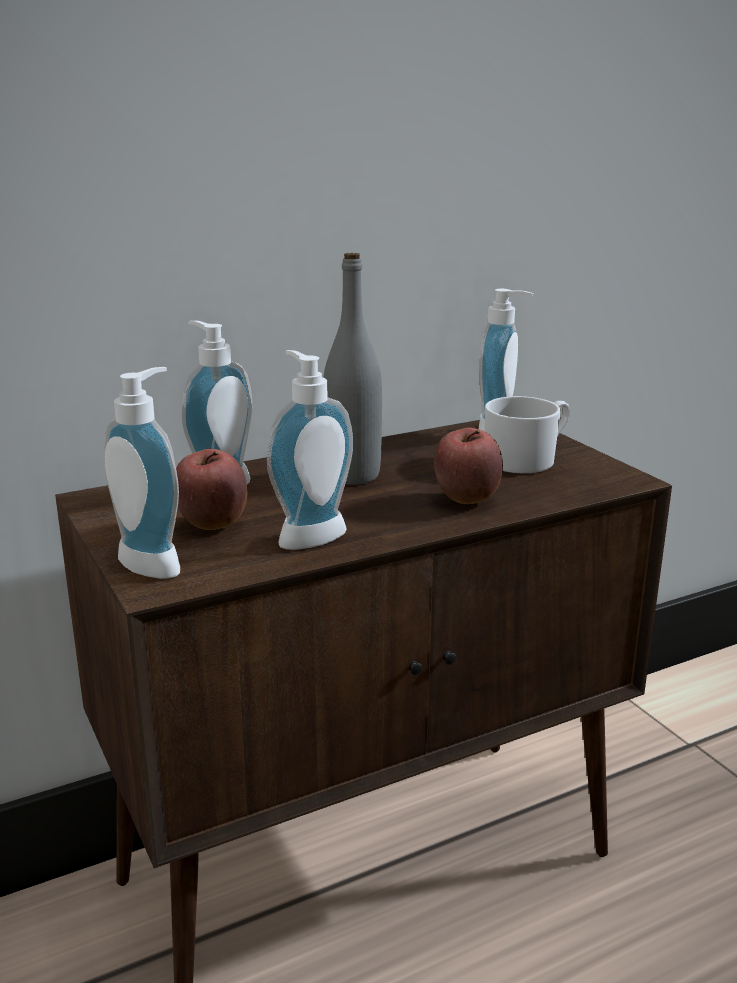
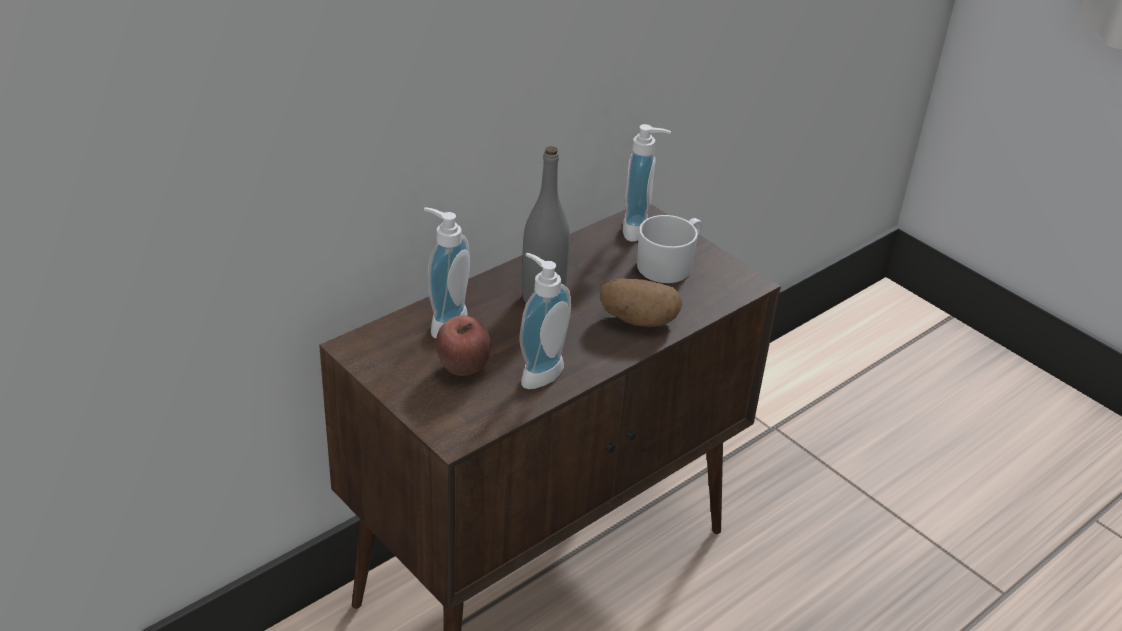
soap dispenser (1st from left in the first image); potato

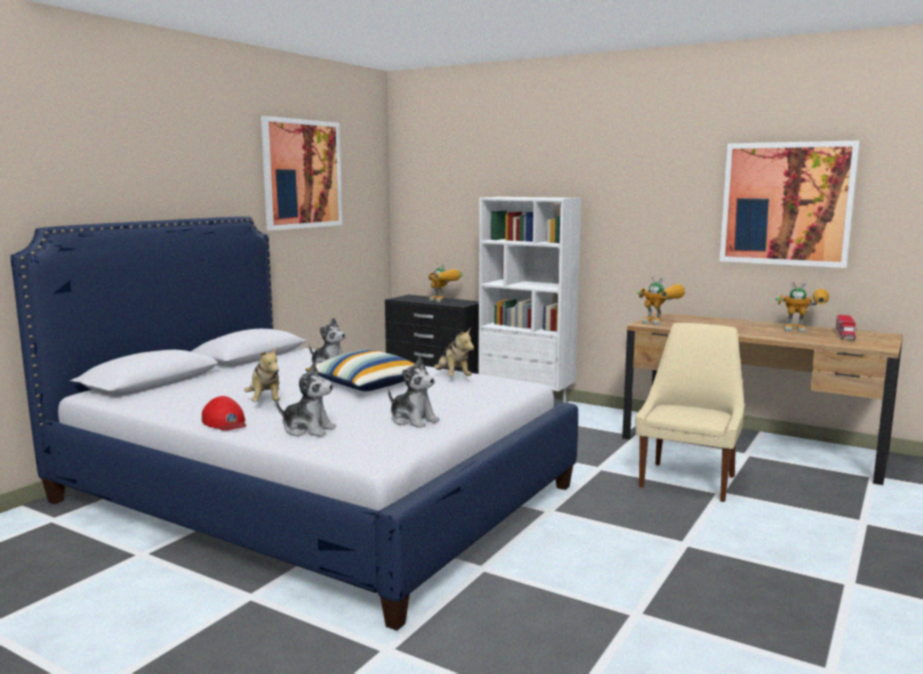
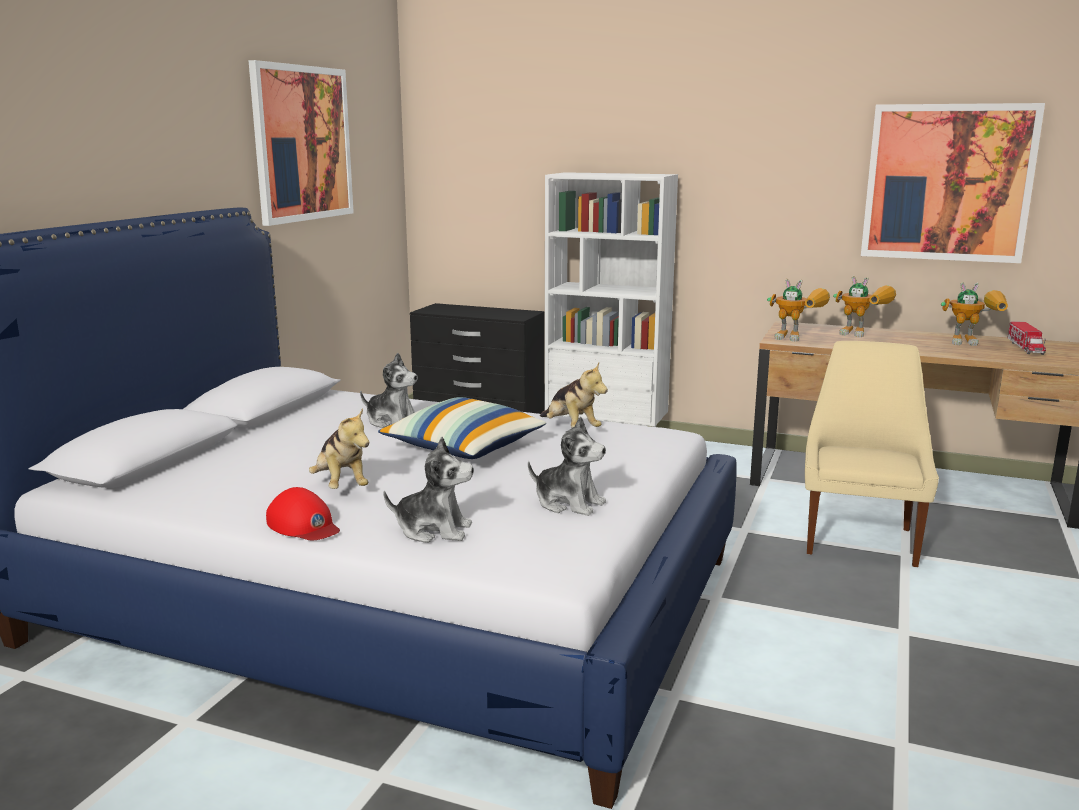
toy robot (2nd from left)

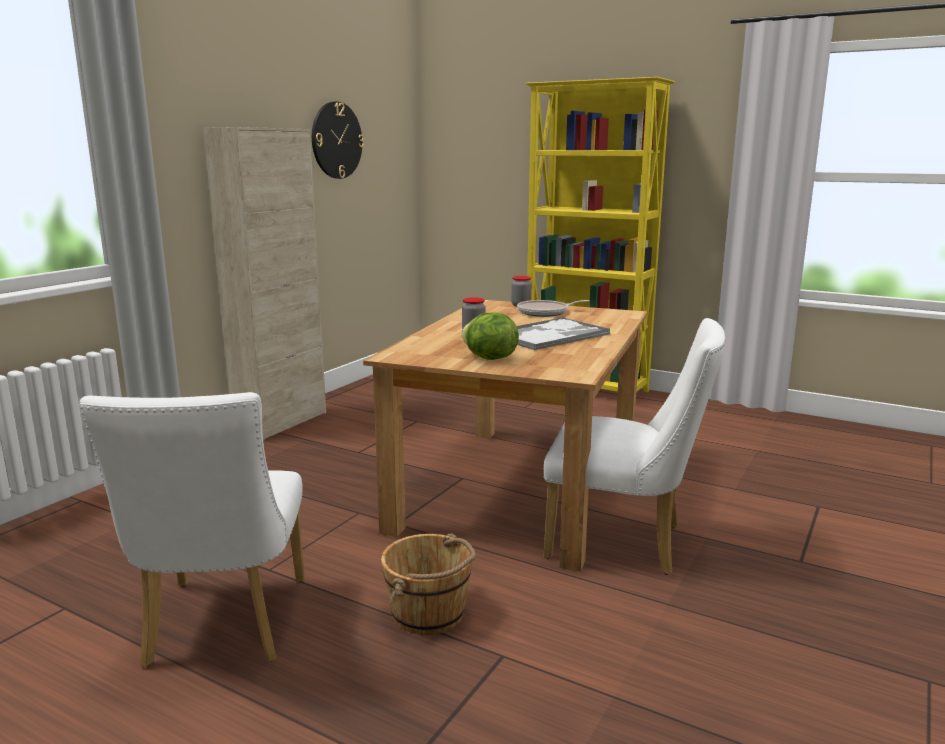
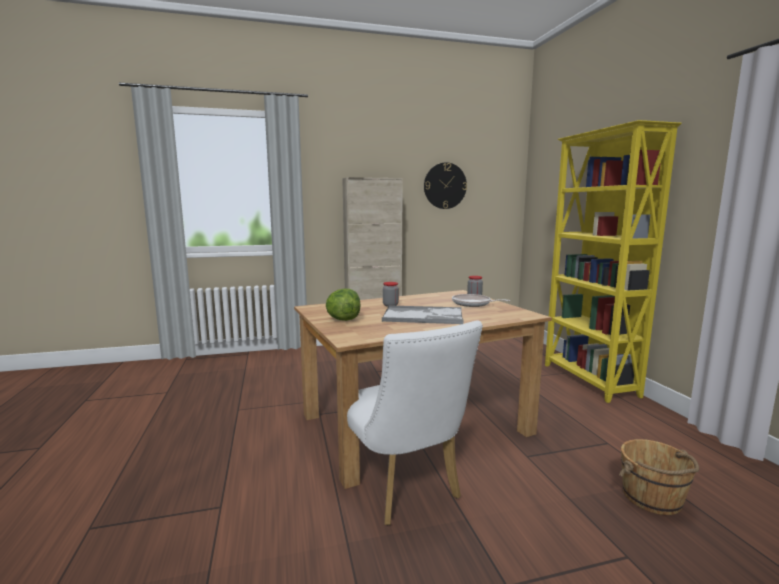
chair (white) (1st from left in the first image); bucket (brown)

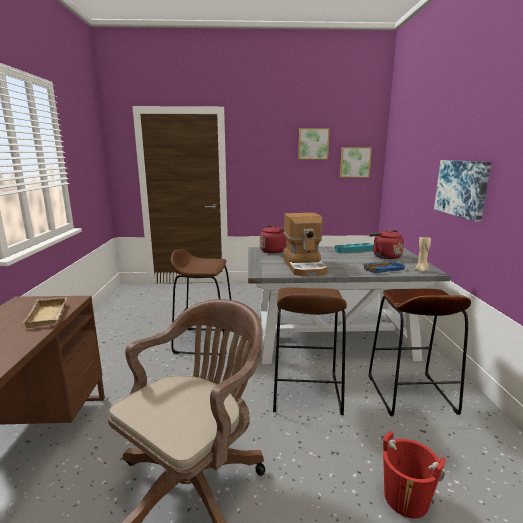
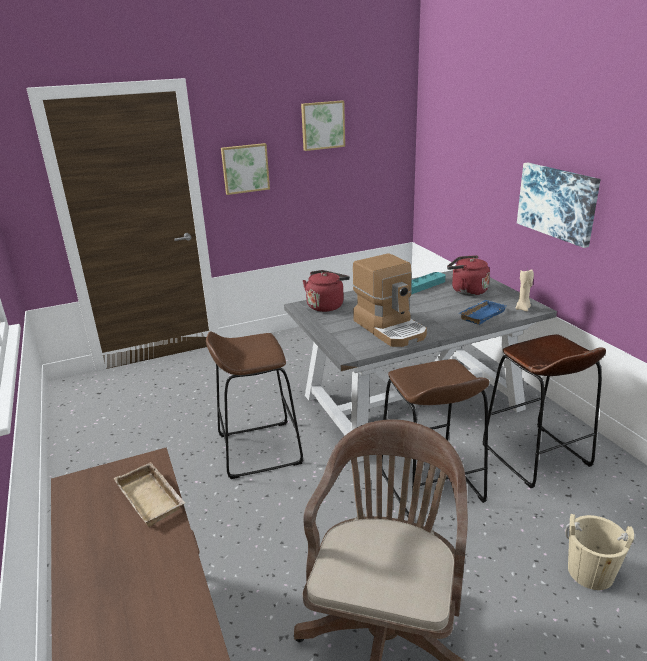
picture (1st from left); bucket (beige)

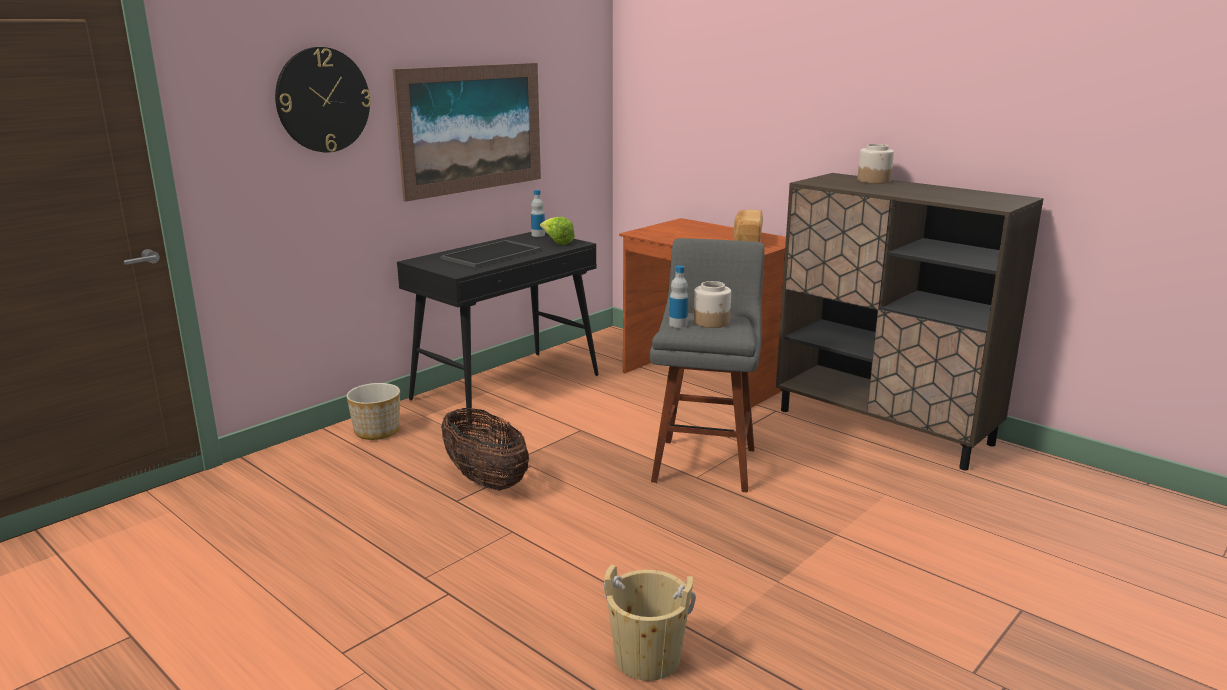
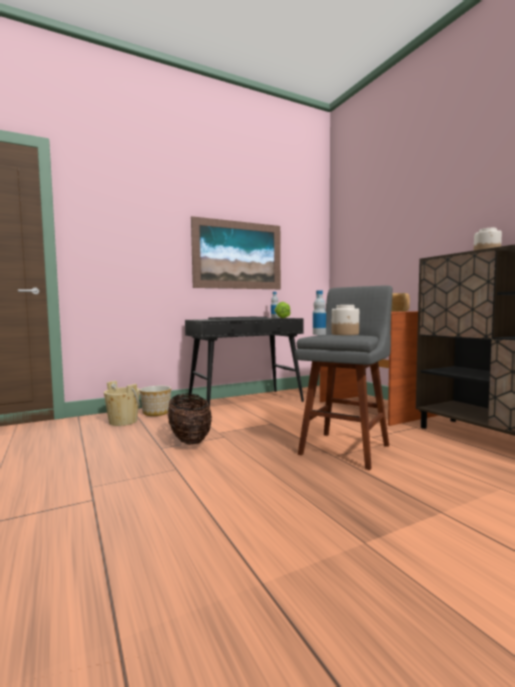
wall clock; bucket (beige)

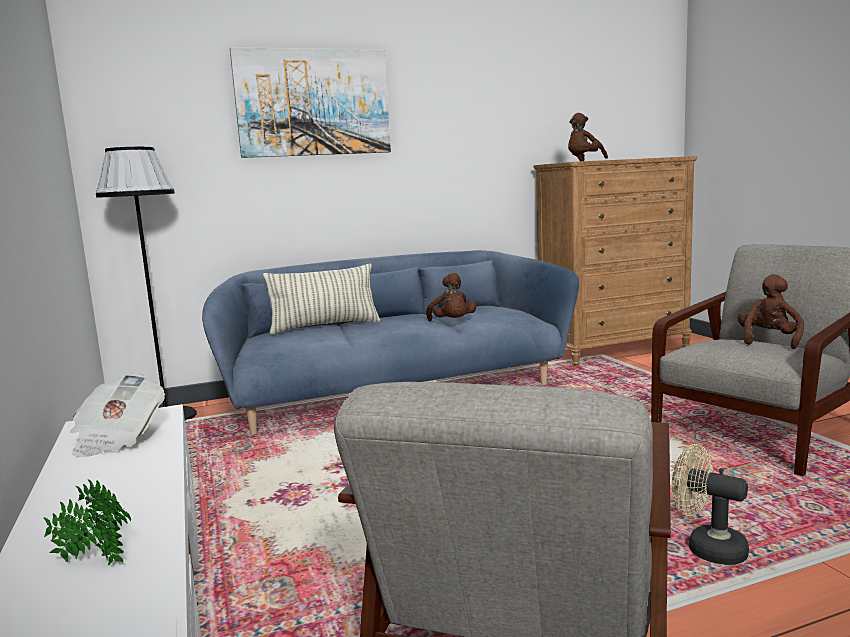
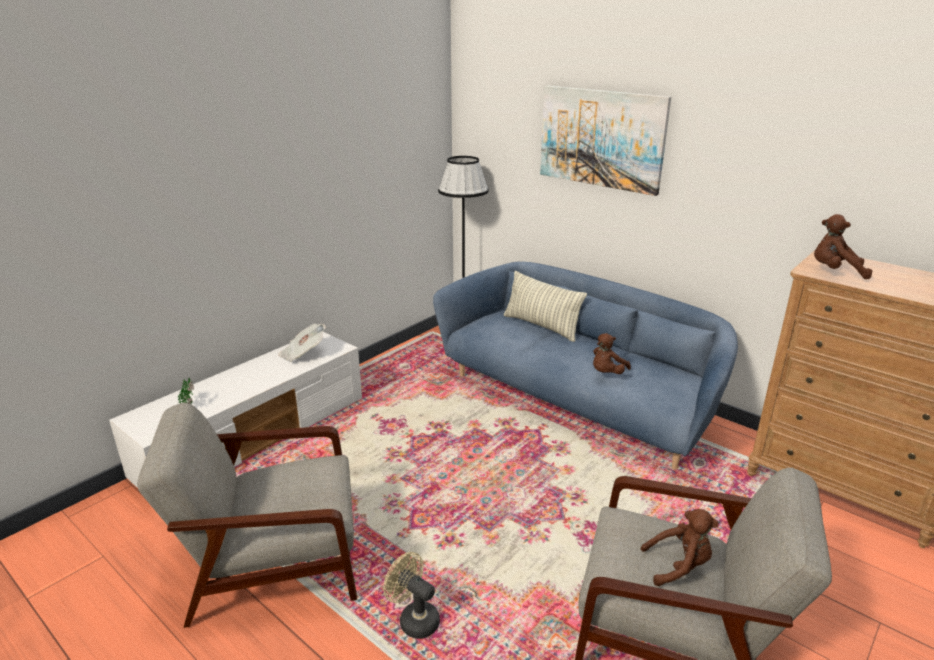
fan (beige)

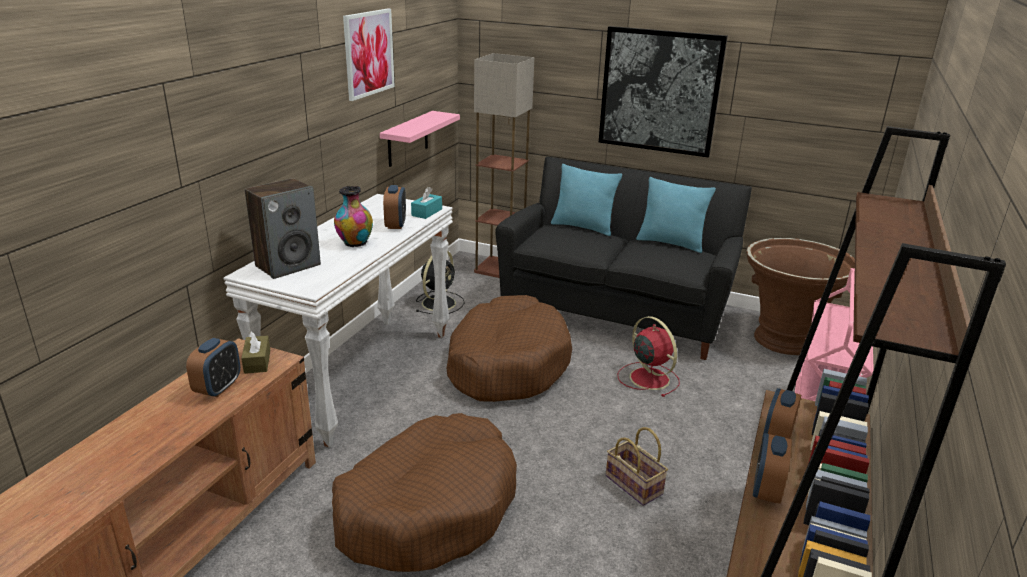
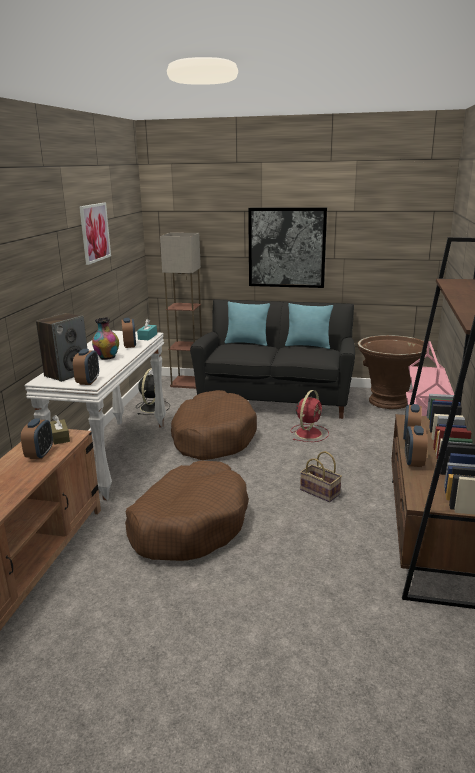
shelf (pink); fan (red); alarm clock (2nd from left)

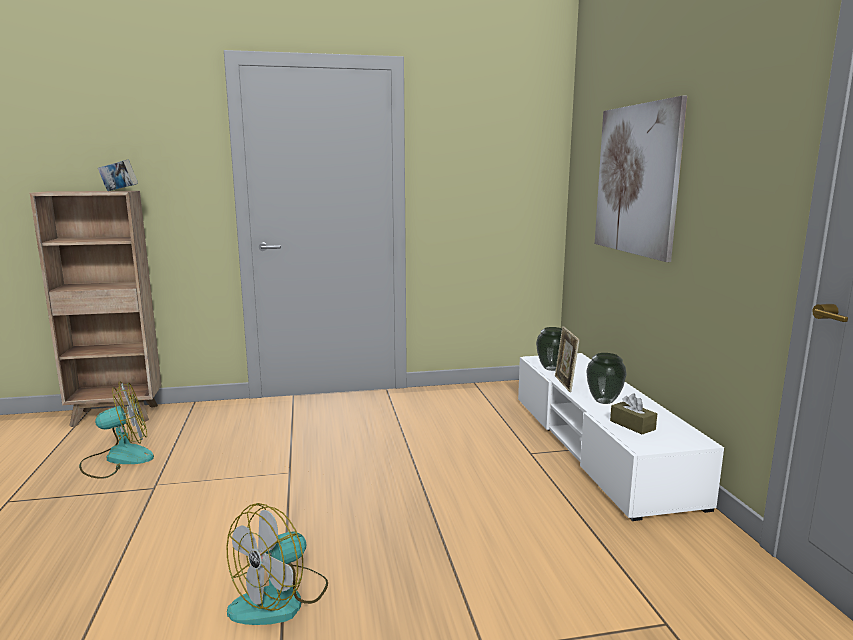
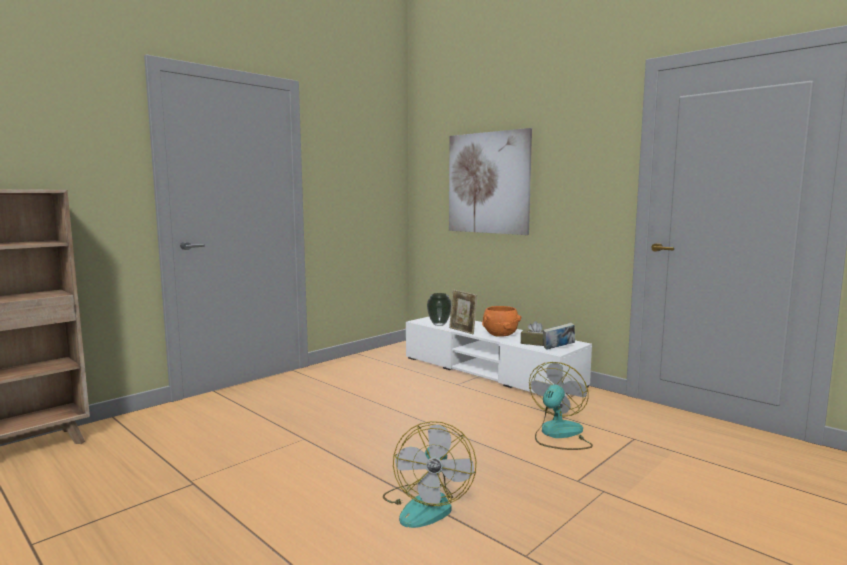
fan (2nd from left); book; bowl (orange)

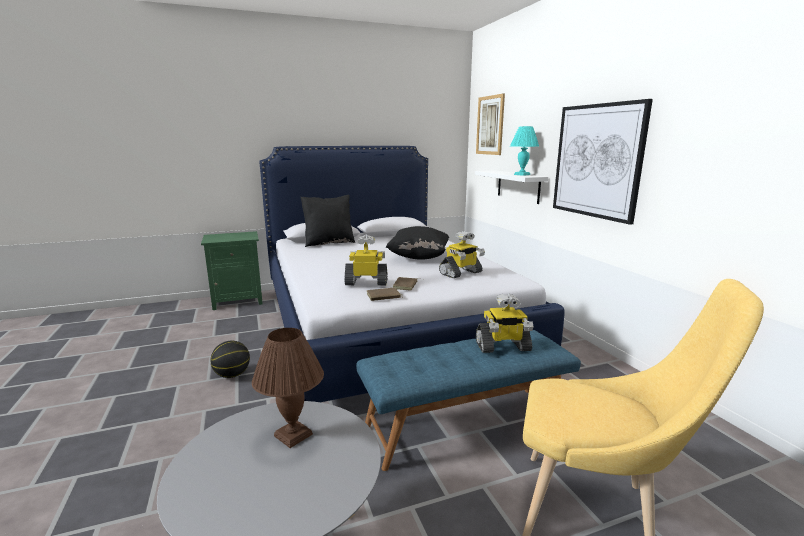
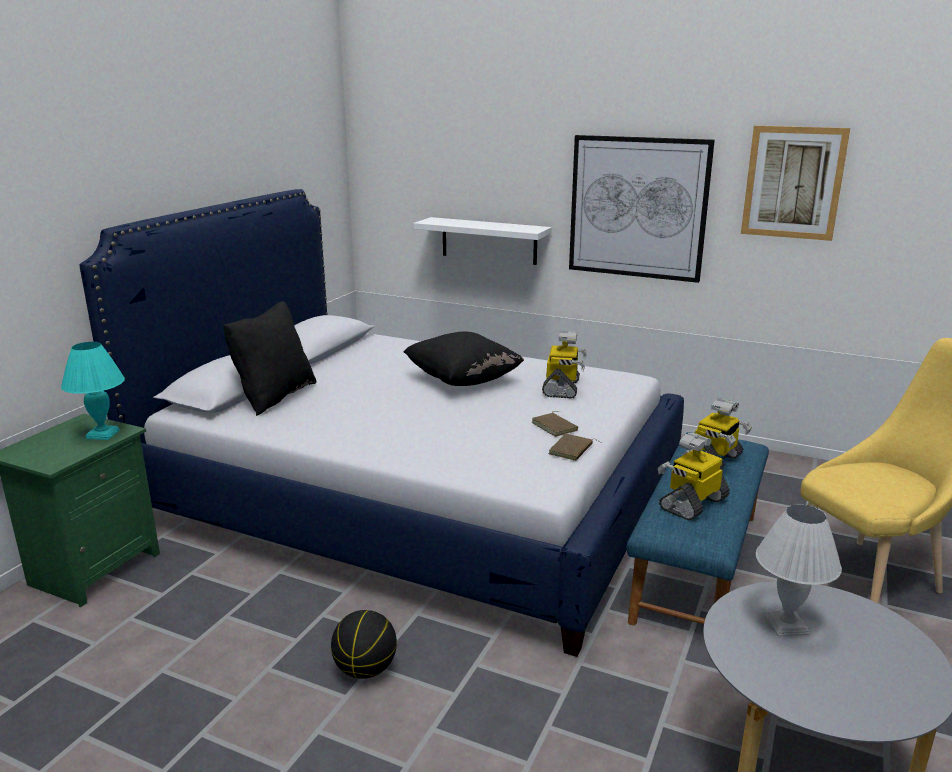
table lamp (white); toy robot (2nd from left); picture (2nd from left); table lamp (turquoise)

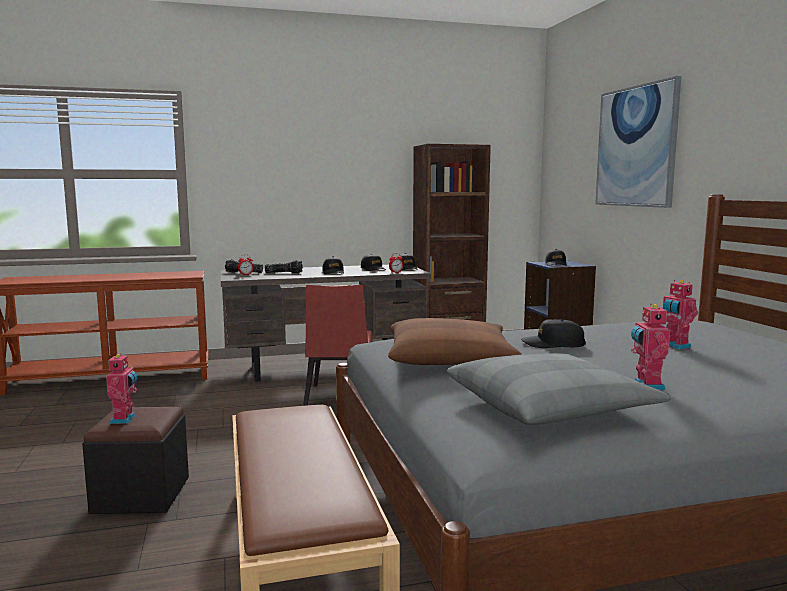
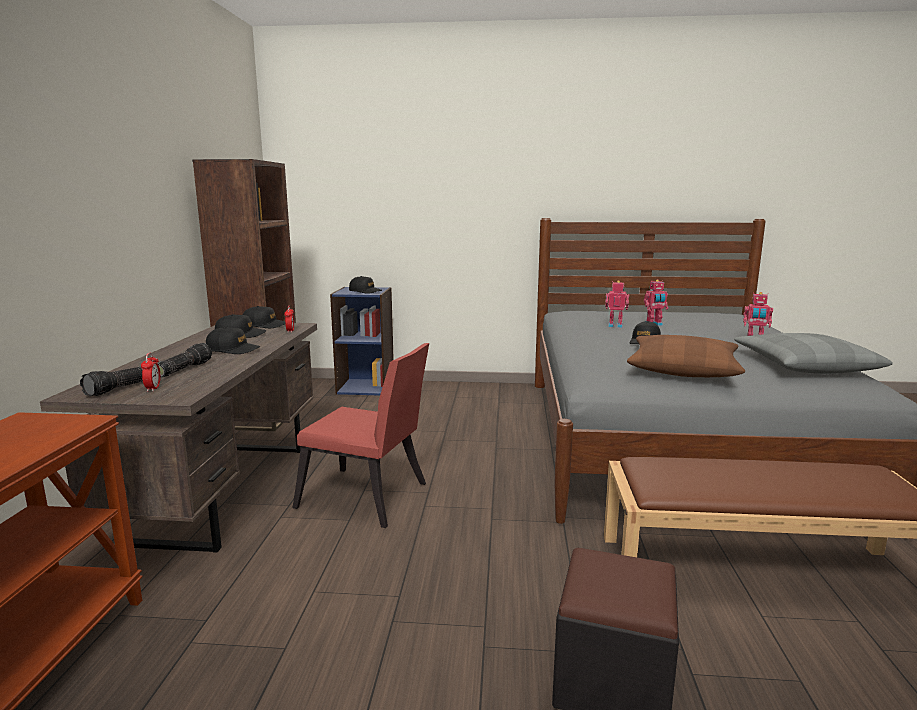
toy robot (1st from left); picture

